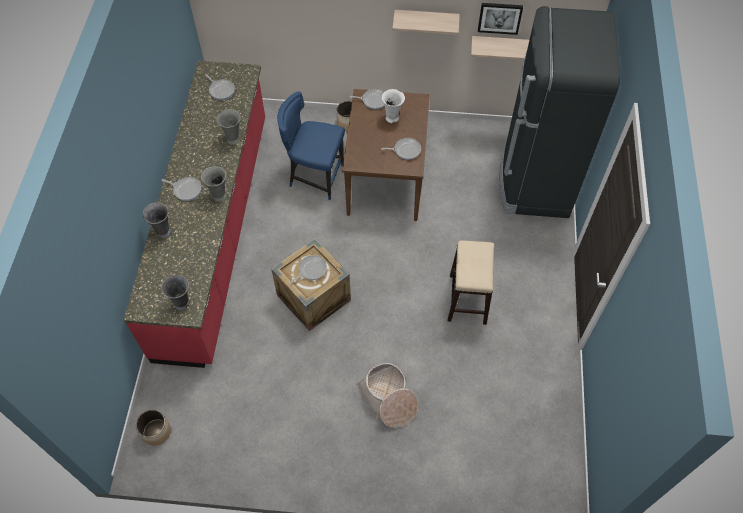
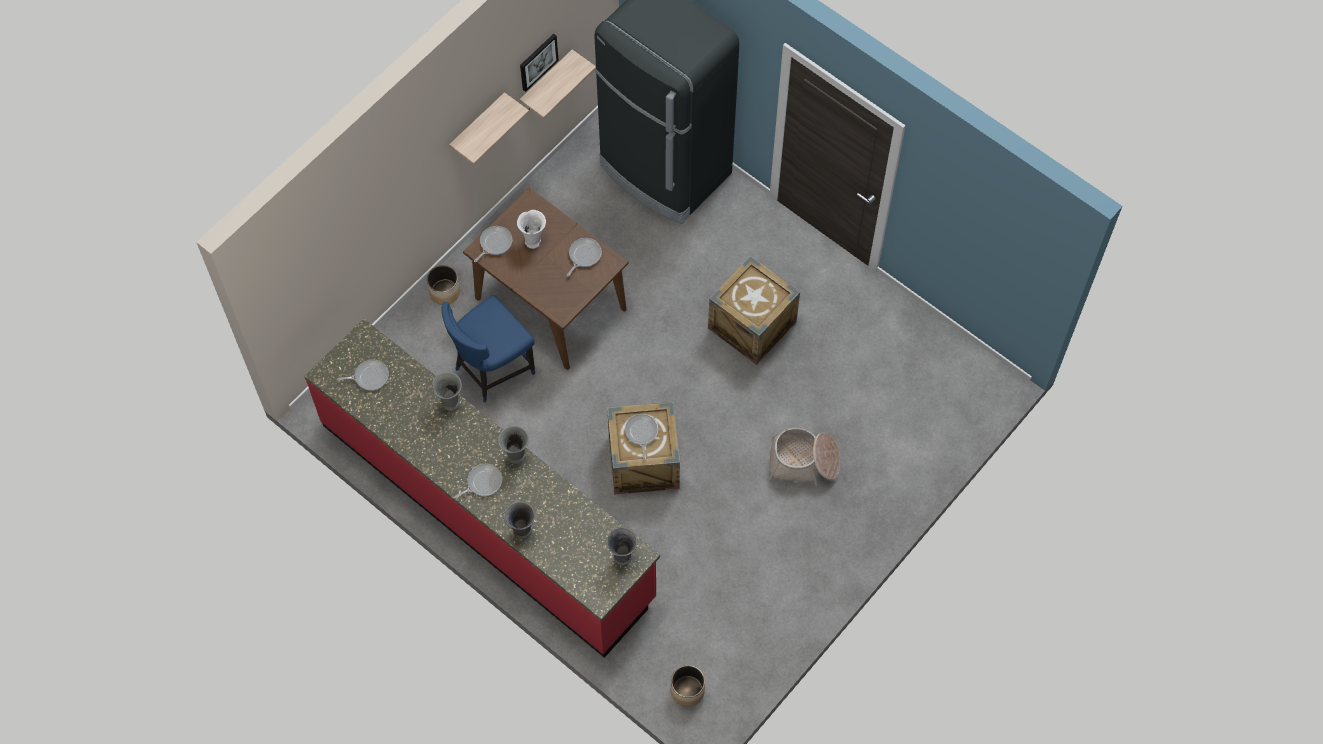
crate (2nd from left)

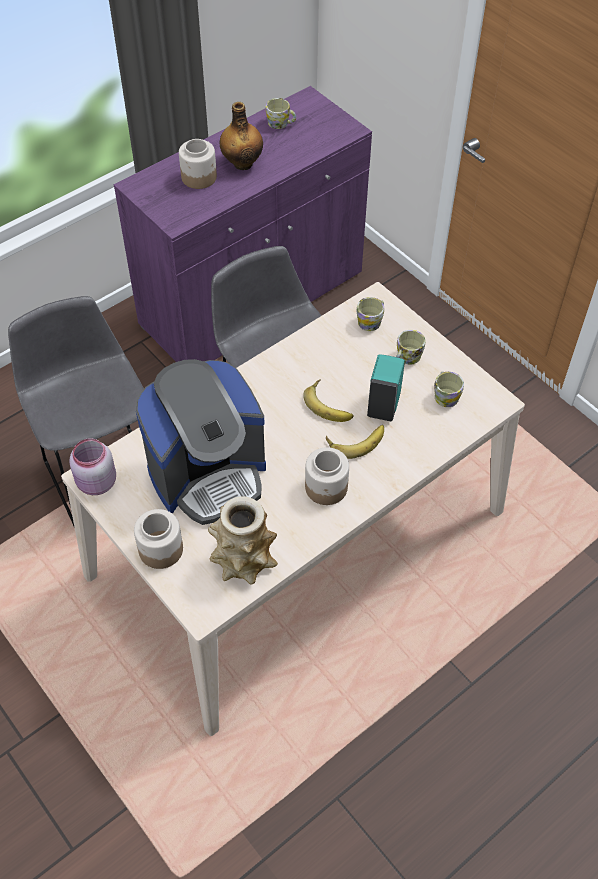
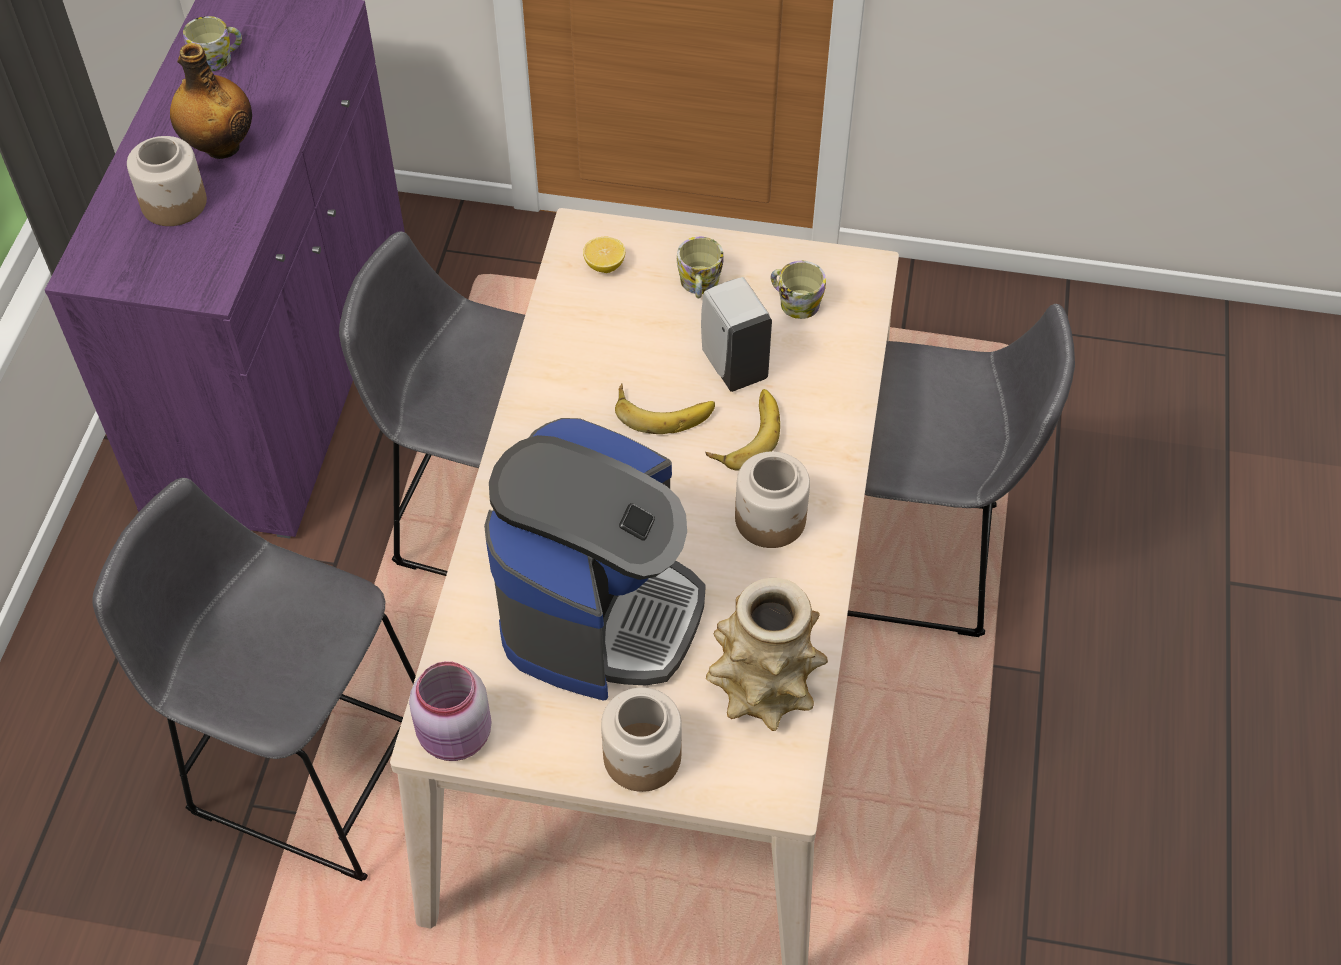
lemon; soap dispenser (white); stool (grey) (3rd from left)

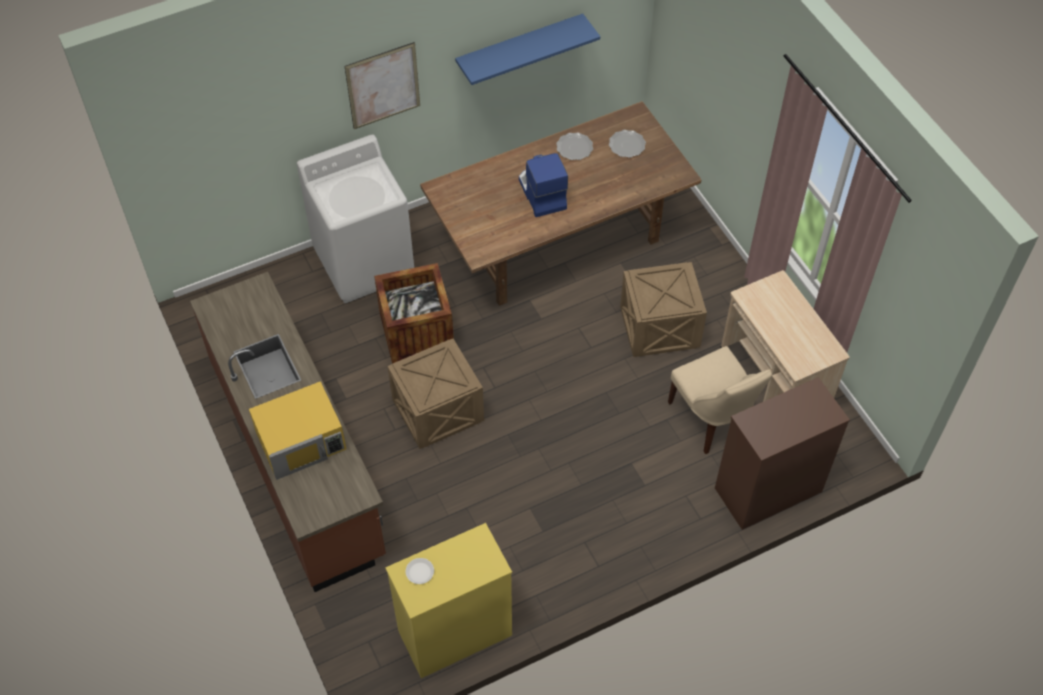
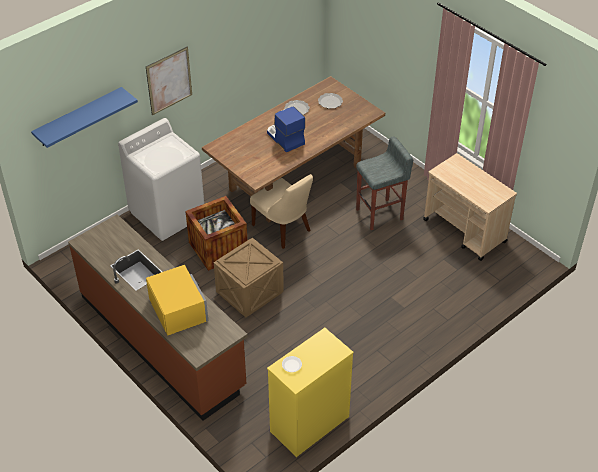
microwave (yellow); shelf (blue); stool (grey); chair (beige); dresser (brown)

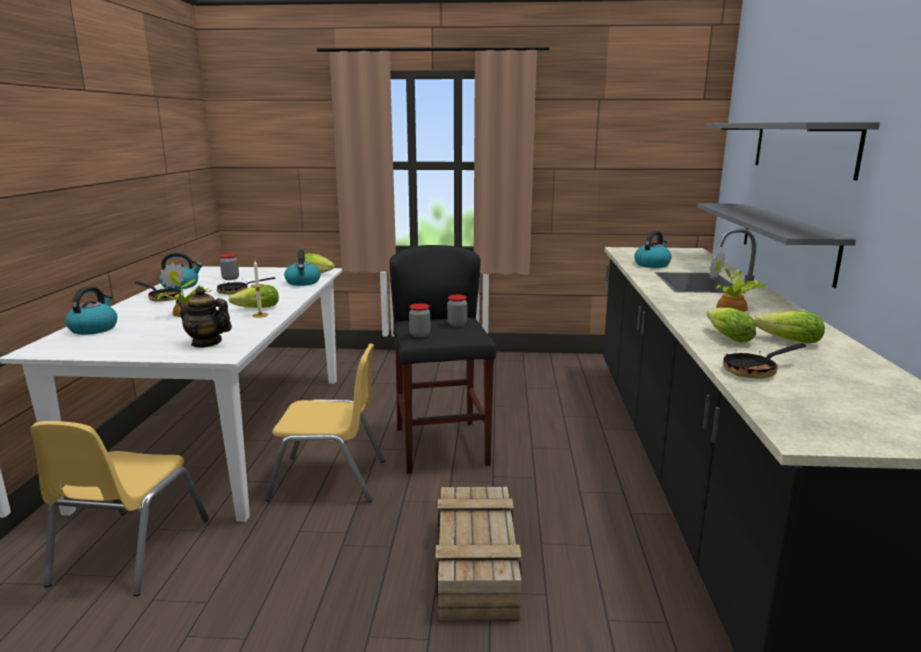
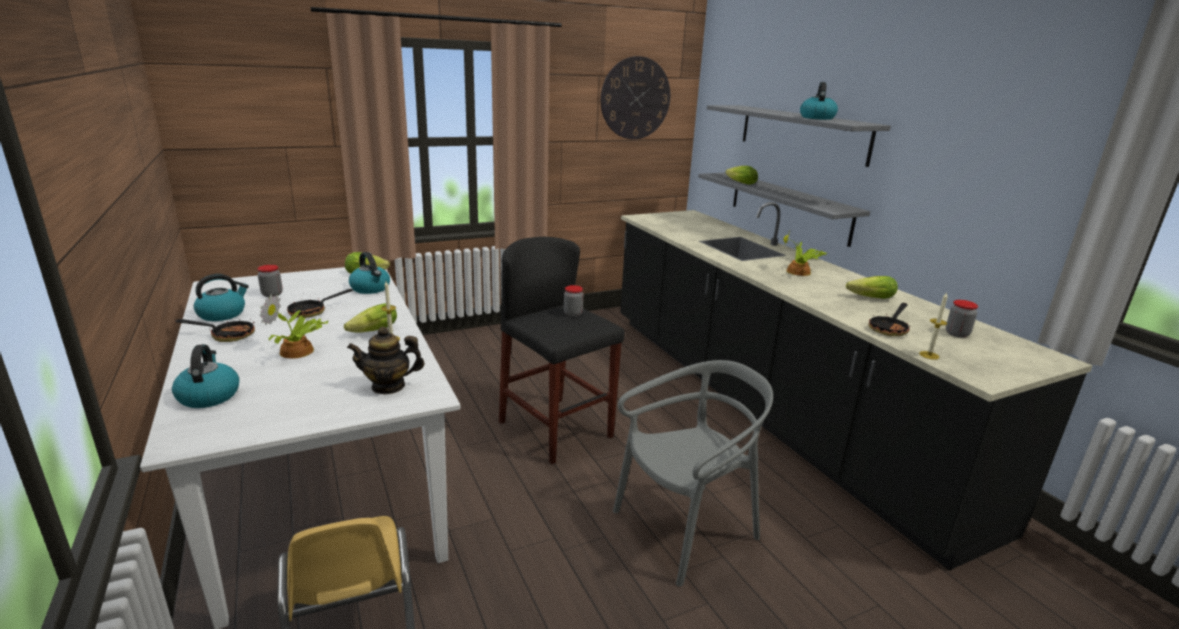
chair (yellow) (2nd from left in the first image); jar (3rd from left); chair (grey); kettle (4th from left); lettuce (3rd from left); wall clock; candle (2nd from left)

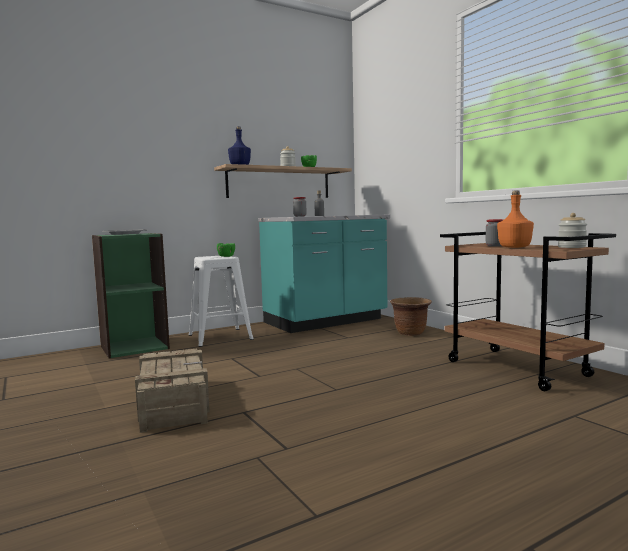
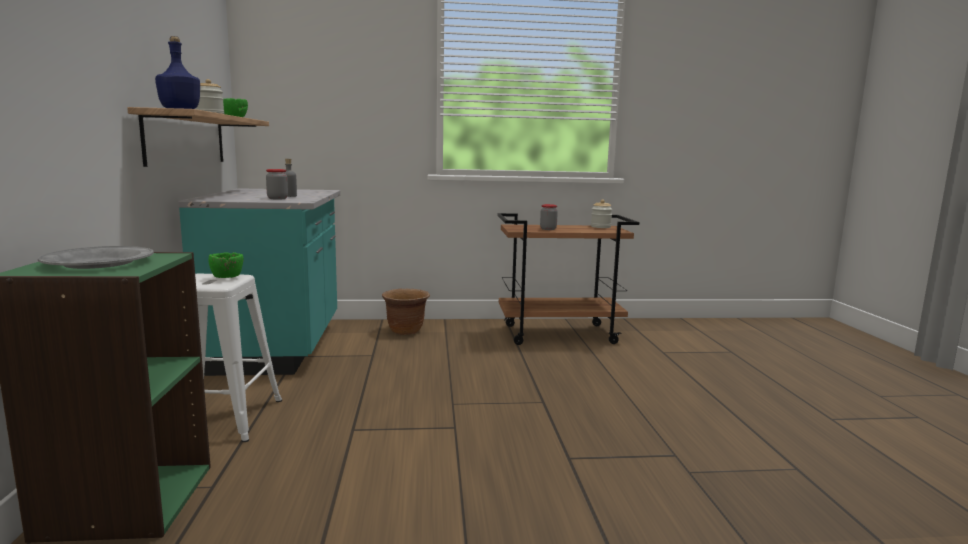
crate; bottle (orange)

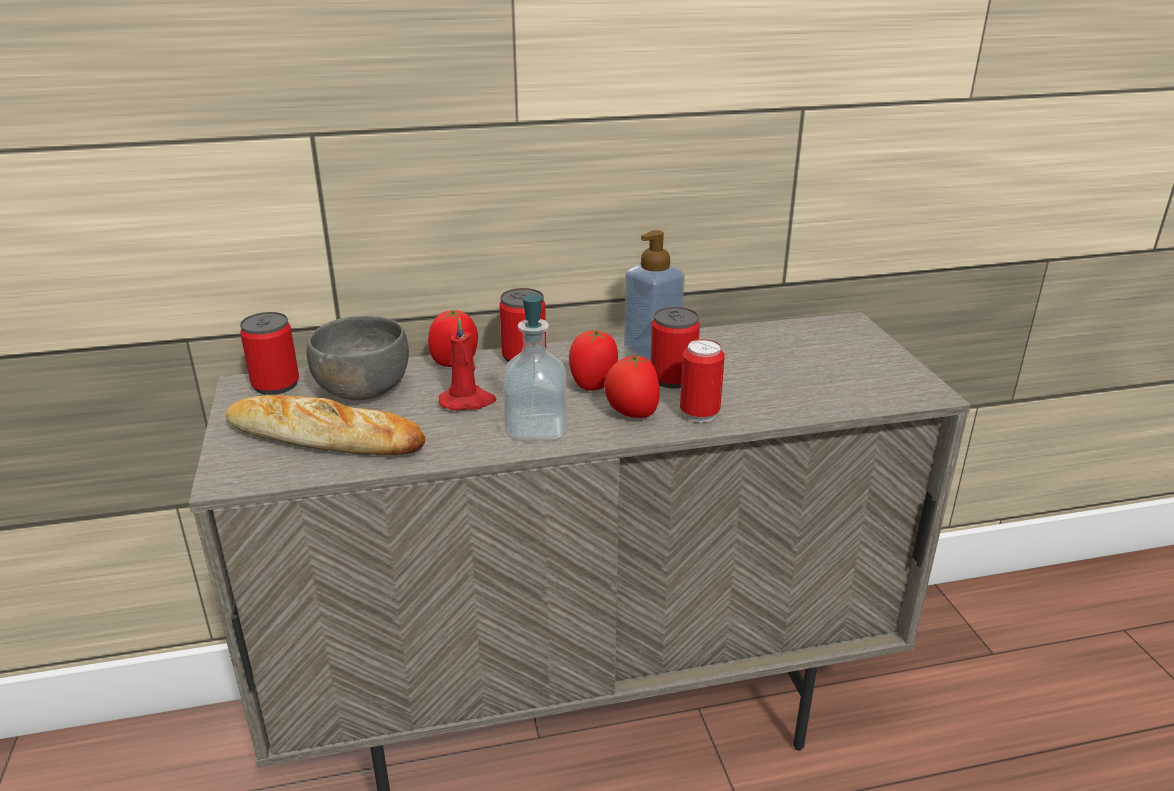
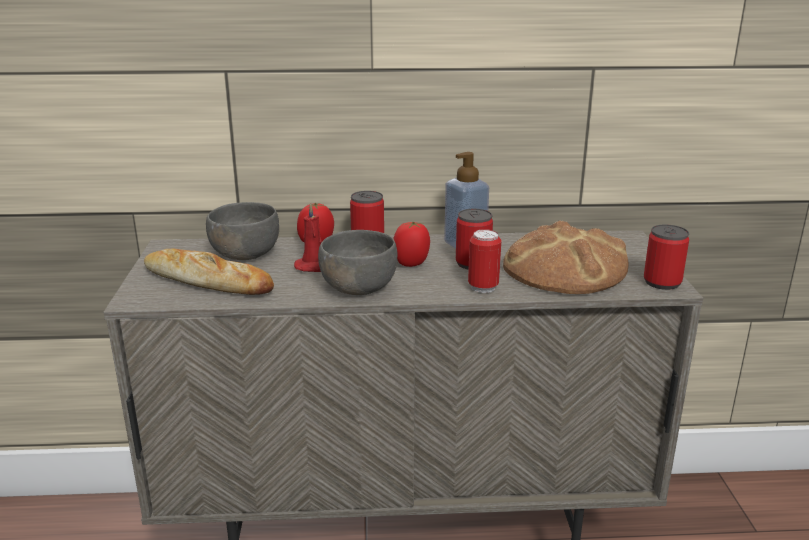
can (4th from left); bowl (grey) (2nd from left); tomato (3rd from left in the first image); bread (2nd from left)

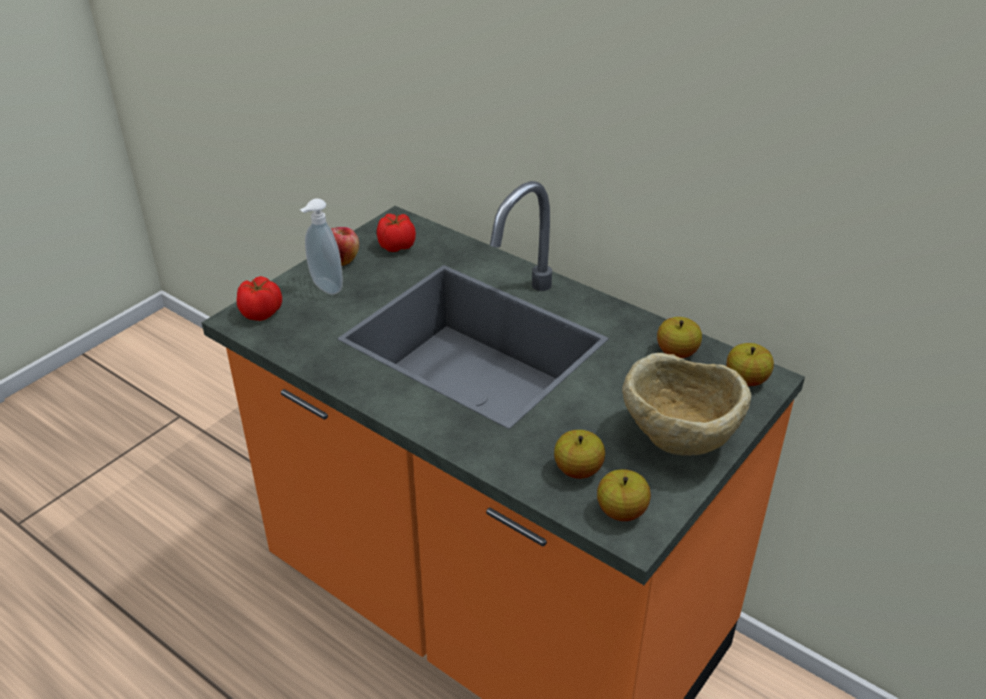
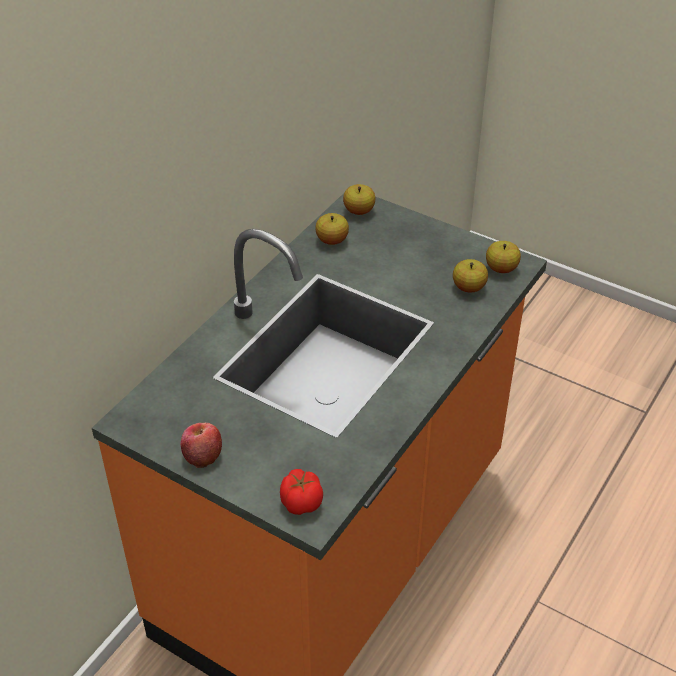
soap dispenser; tomato (2nd from left in the first image); bowl (beige)

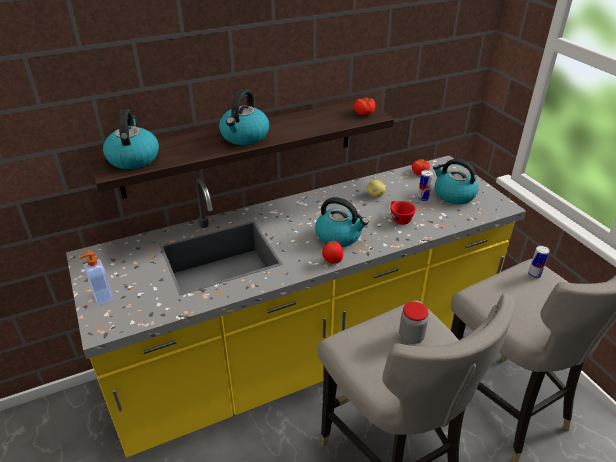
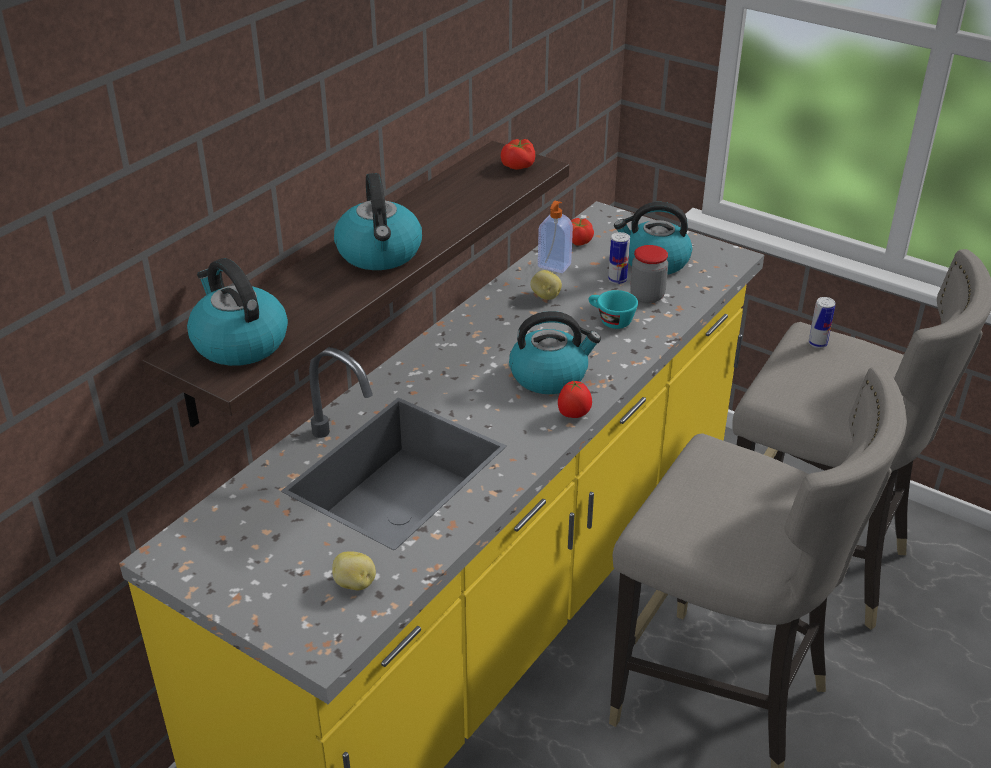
soap dispenser; cup (turquoise); jar; potato (1st from left)

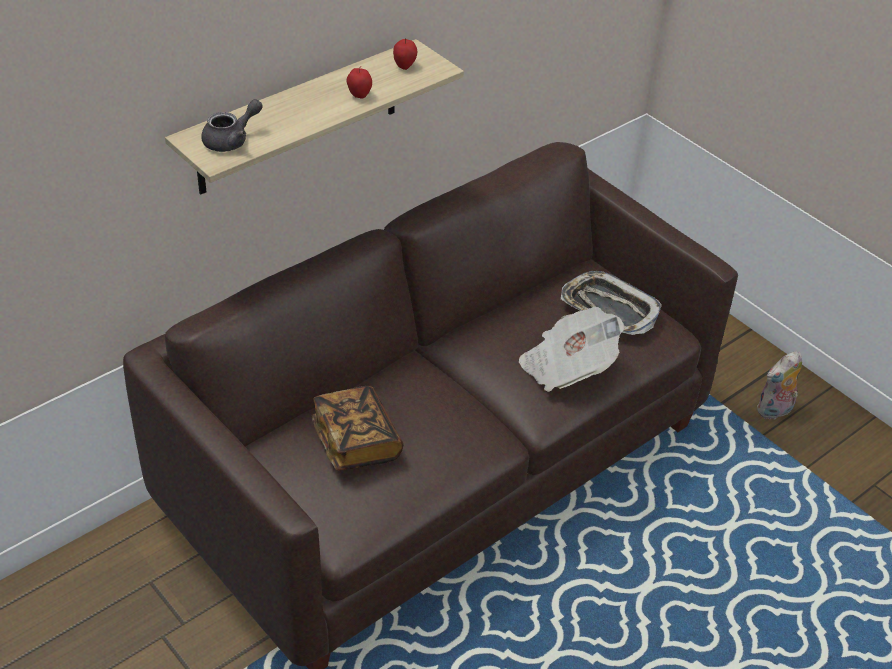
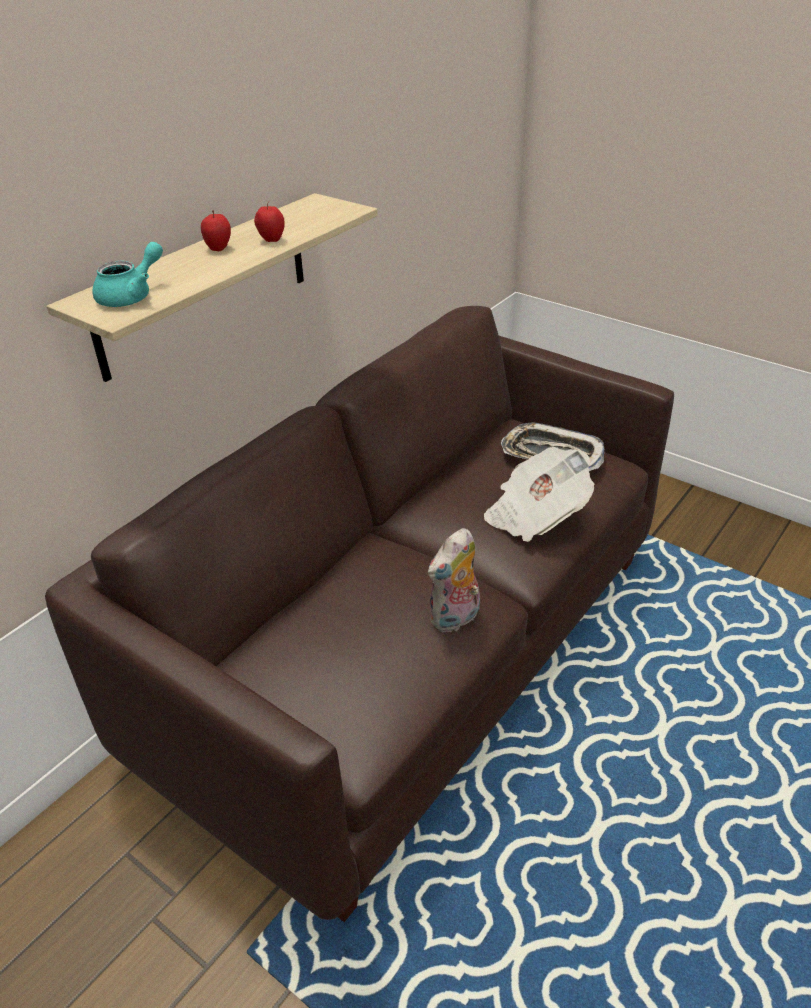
teapot (turquoise); book; apple (1st from left); plush toy

